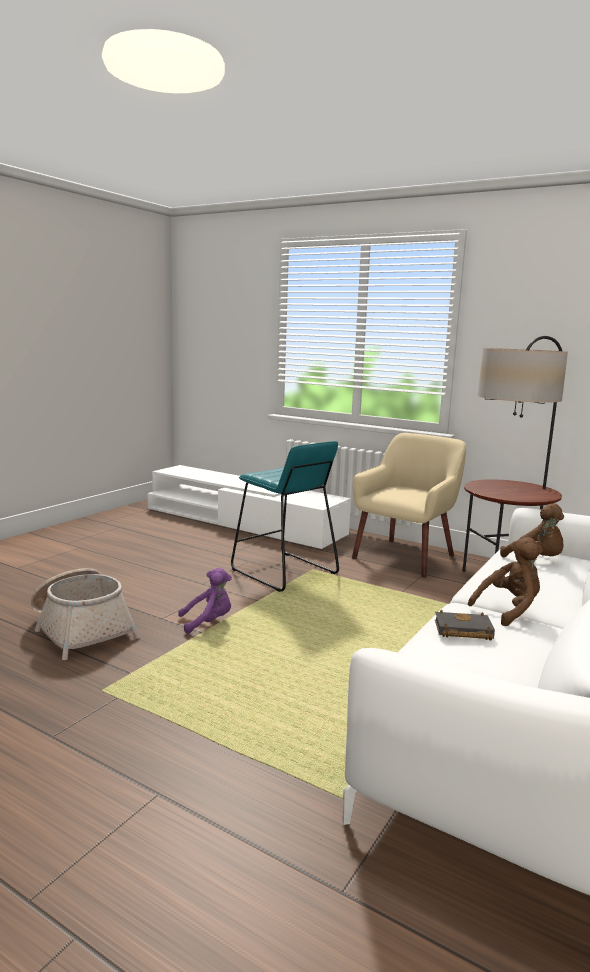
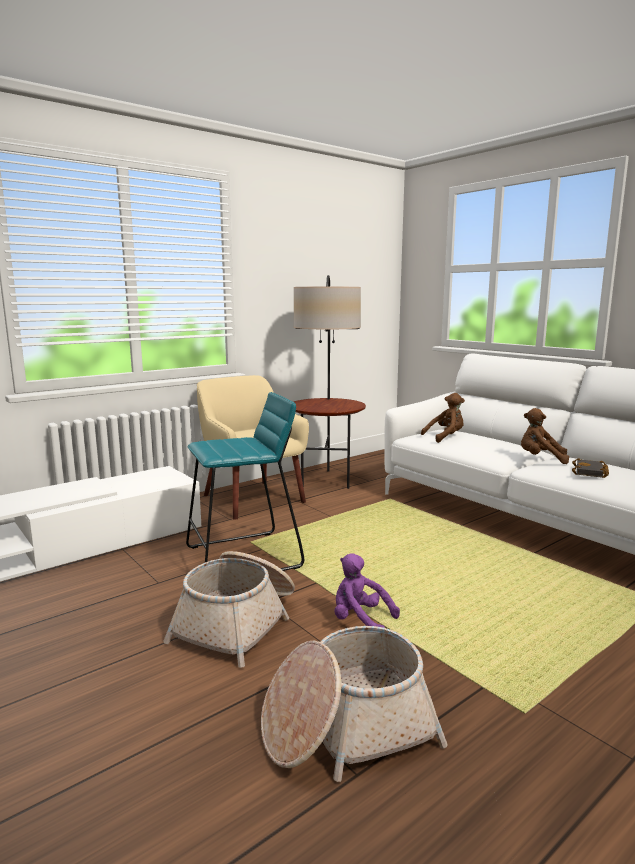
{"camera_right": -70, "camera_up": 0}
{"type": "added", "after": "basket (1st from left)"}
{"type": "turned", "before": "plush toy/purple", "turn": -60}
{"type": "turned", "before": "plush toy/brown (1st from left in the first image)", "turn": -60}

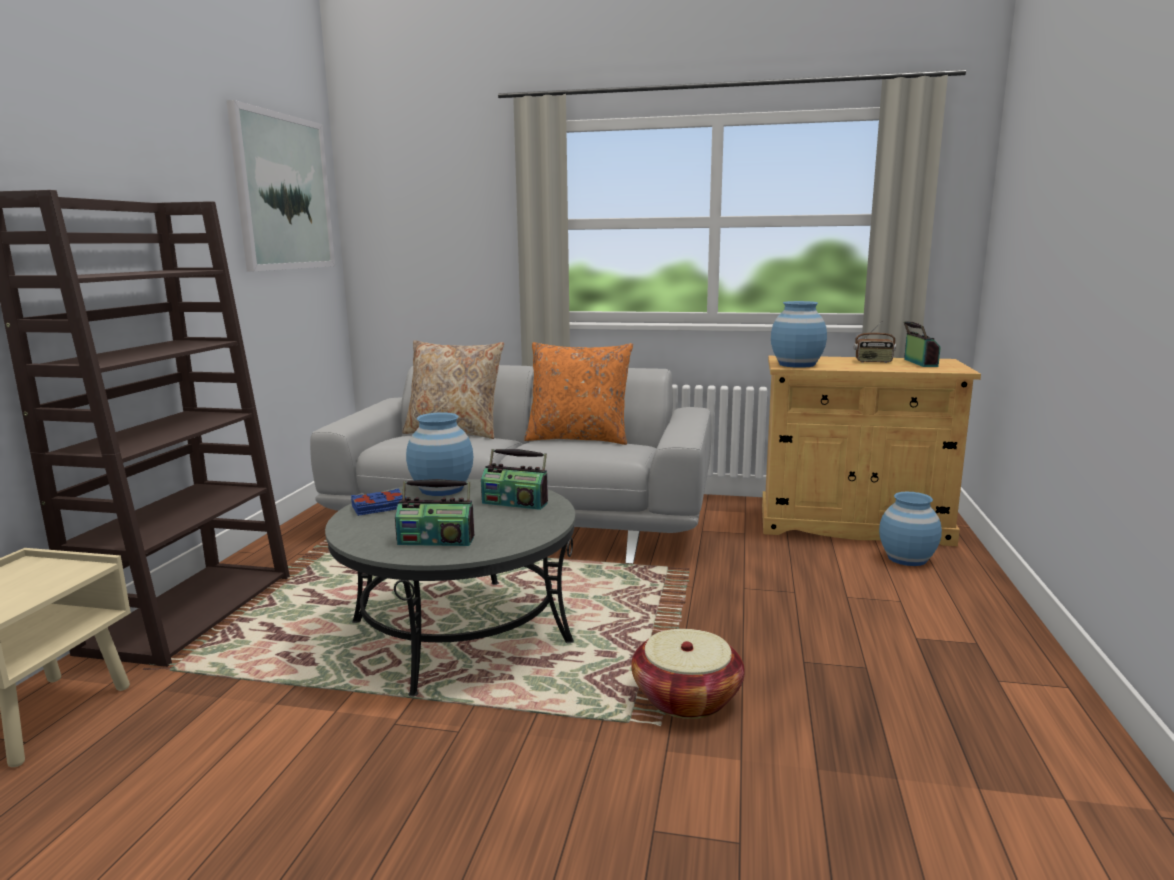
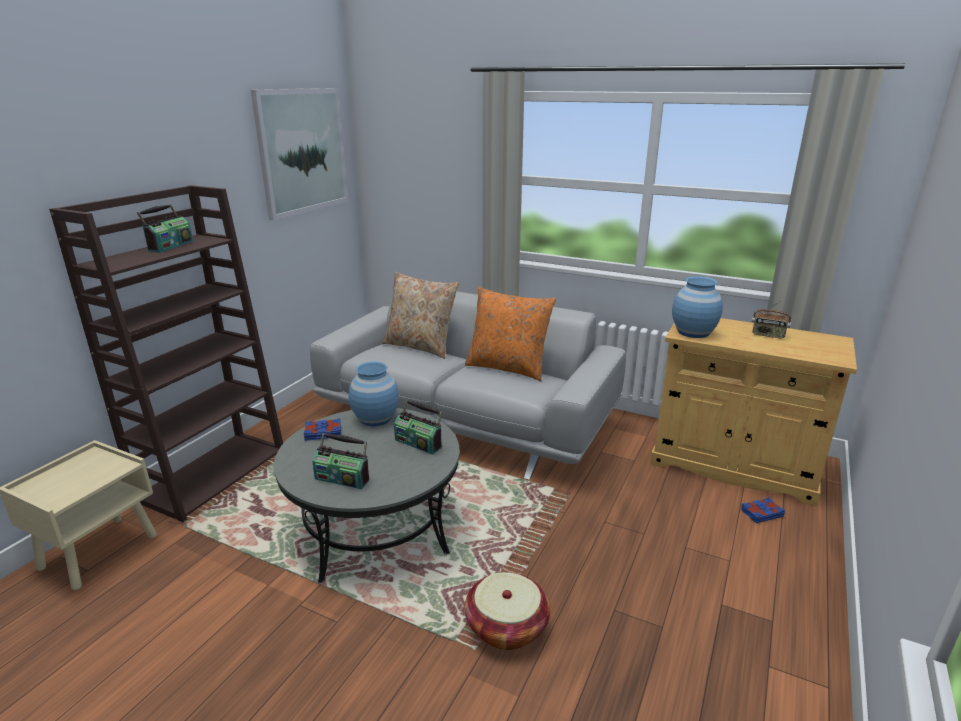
{"camera_right": 15, "camera_up": 10}
{"type": "moved", "before": "radio (4th from left in the first image)", "after": "radio (1st from left)"}
{"type": "replaced", "before": "vase/blue (3rd from left)", "after": "book/blue (2nd from left)"}

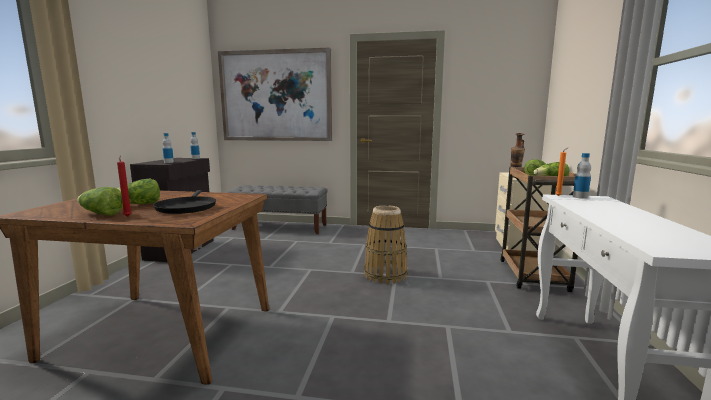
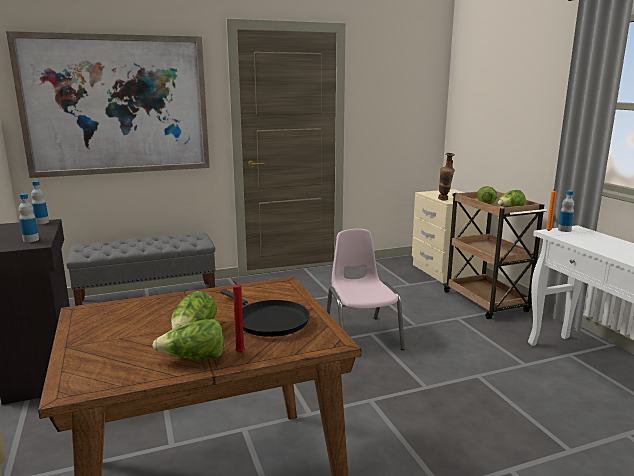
{"camera_right": -30, "camera_up": 5}
{"type": "replaced", "before": "basket", "after": "chair/pink"}

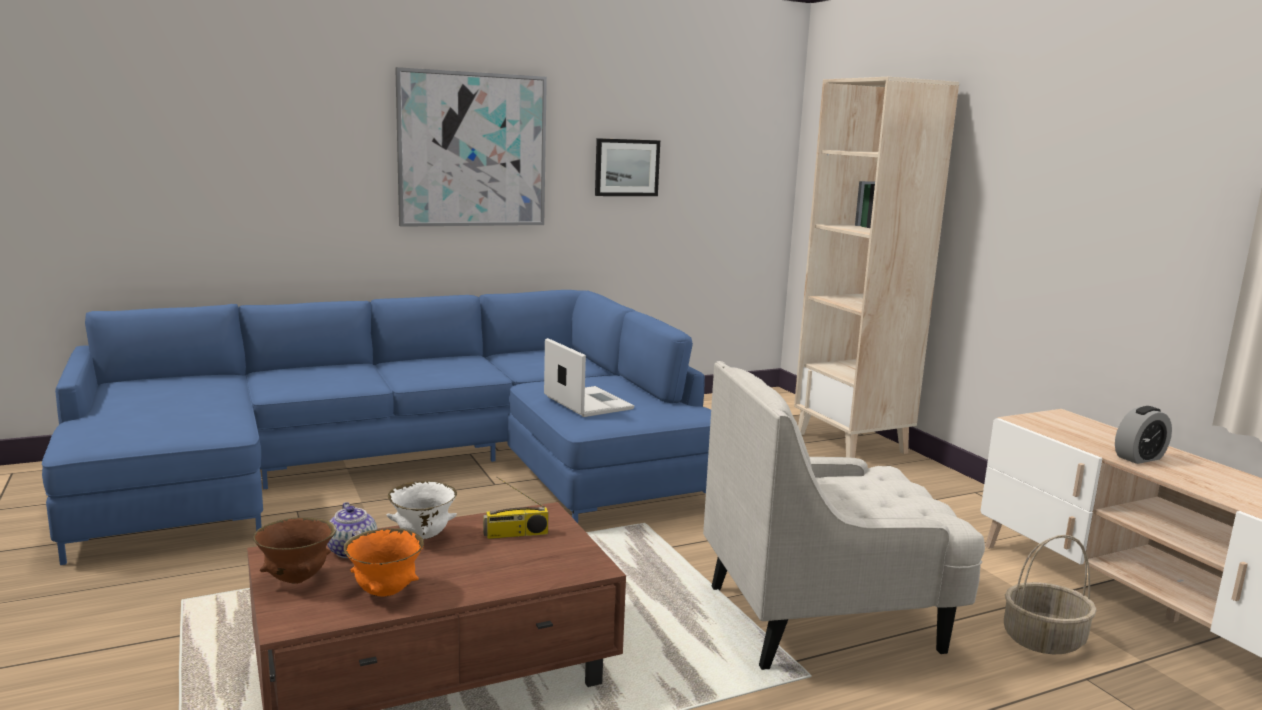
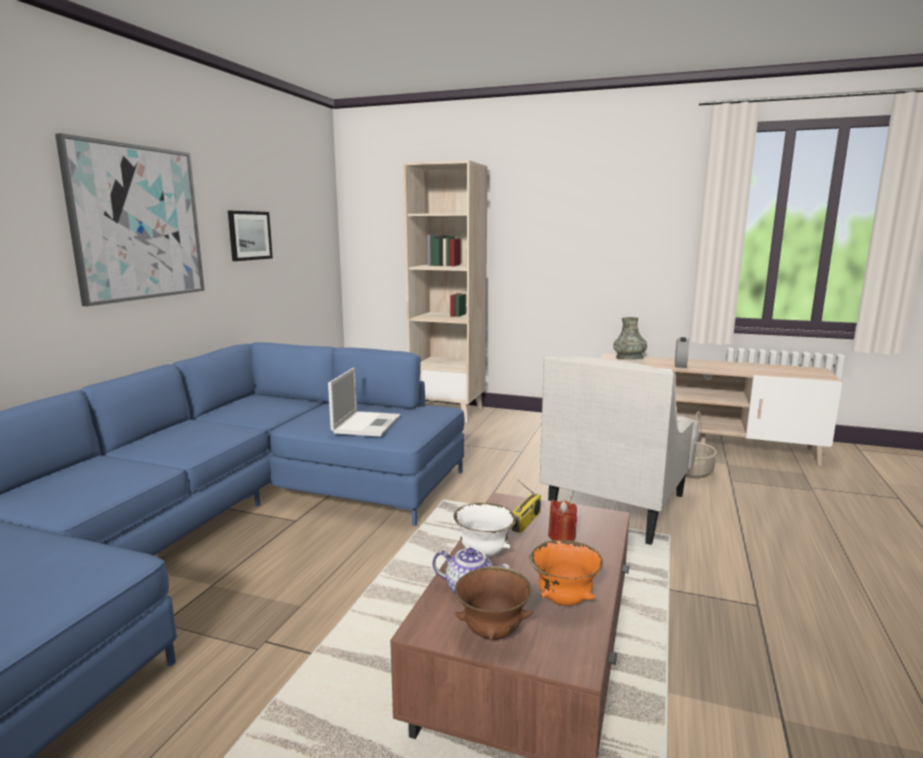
{"camera_right": -45, "camera_up": 0}
{"type": "turned", "before": "laptop", "turn": 90}
{"type": "added", "after": "candle/red"}
{"type": "added", "after": "vase/grey"}

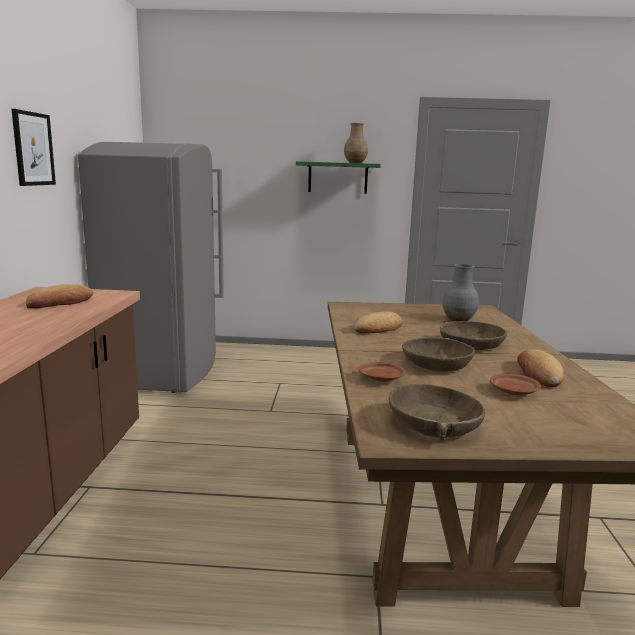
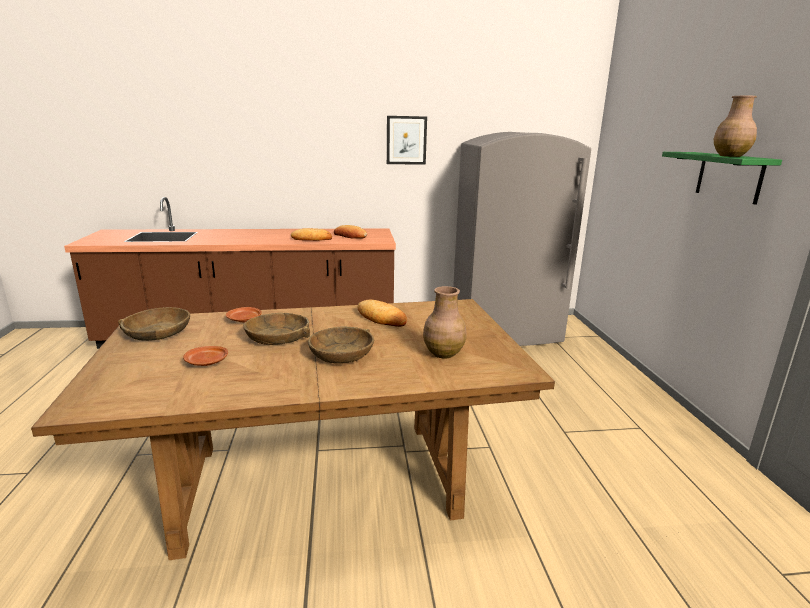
{"camera_right": 80, "camera_up": 5}
{"type": "moved", "before": "bread (3rd from left in the first image)", "after": "bread (1st from left)"}
{"type": "recoloured", "before": "vase/grey", "after": "vase/brown (1st from left)"}

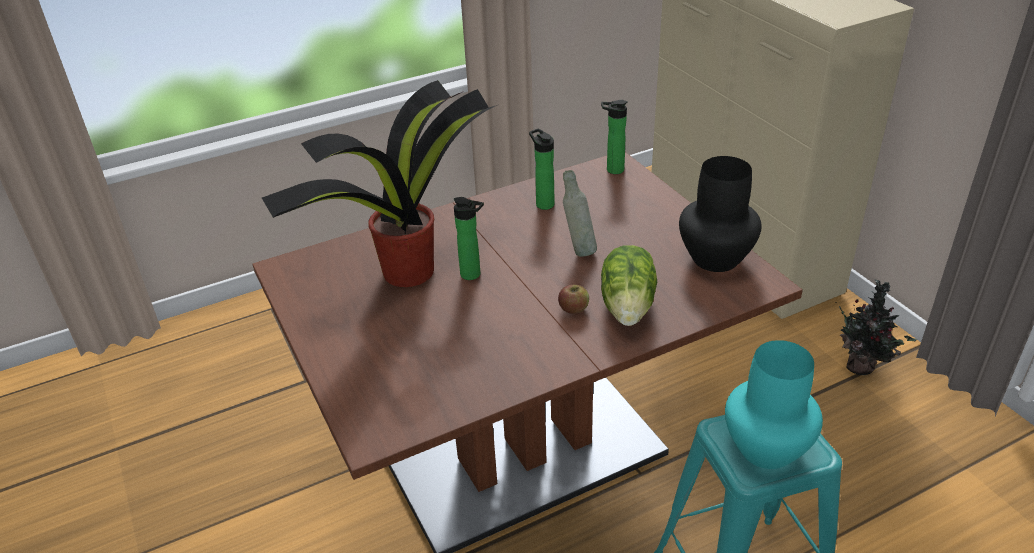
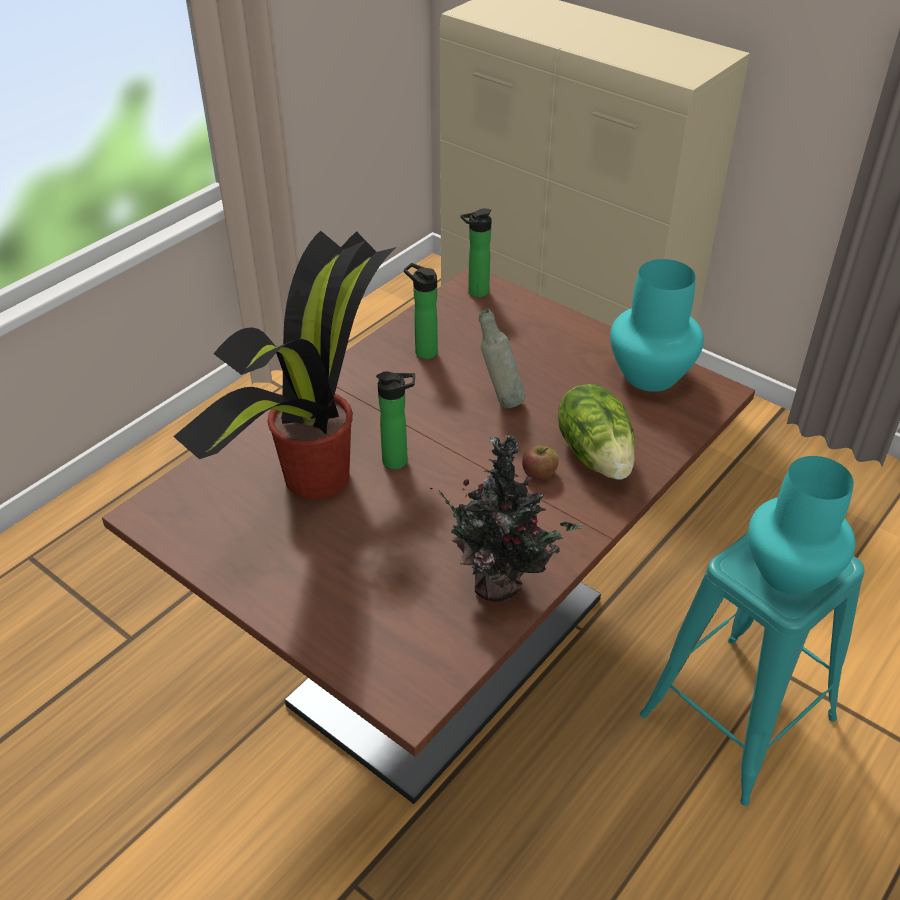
{"camera_right": -25, "camera_up": 5}
{"type": "moved", "before": "potted plant (2nd from left)"}
{"type": "recoloured", "before": "vase/black", "after": "vase/turquoise (1st from left)"}

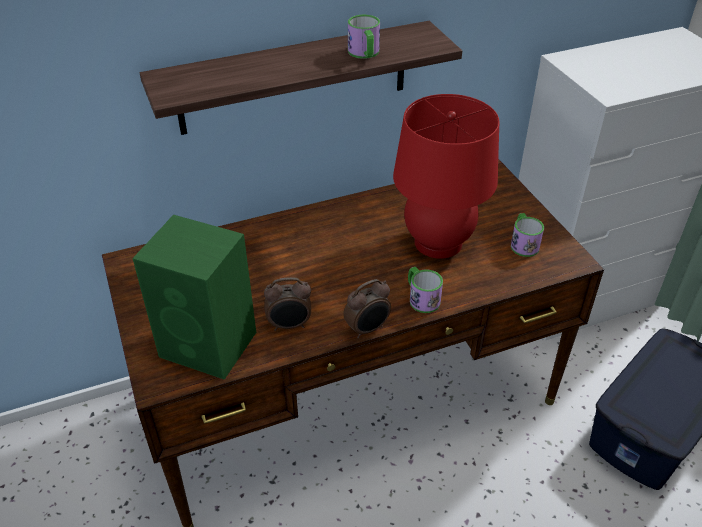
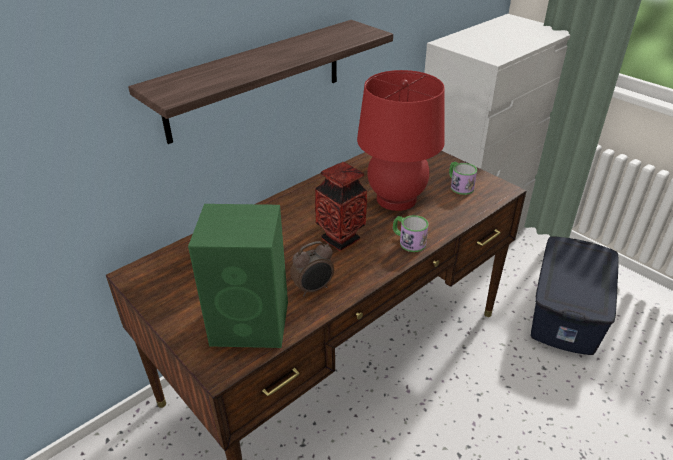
{"camera_right": -20, "camera_up": -5}
{"type": "added", "after": "vase"}
{"type": "removed", "before": "alarm clock (2nd from left)"}
{"type": "removed", "before": "mug (1st from left)"}

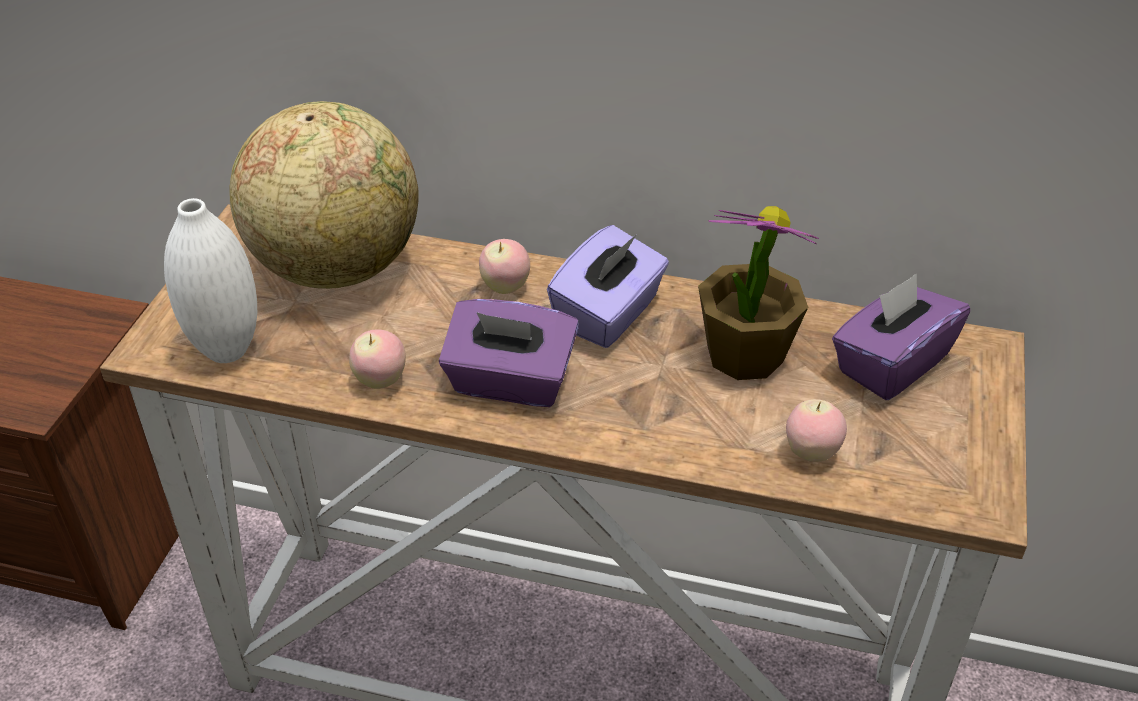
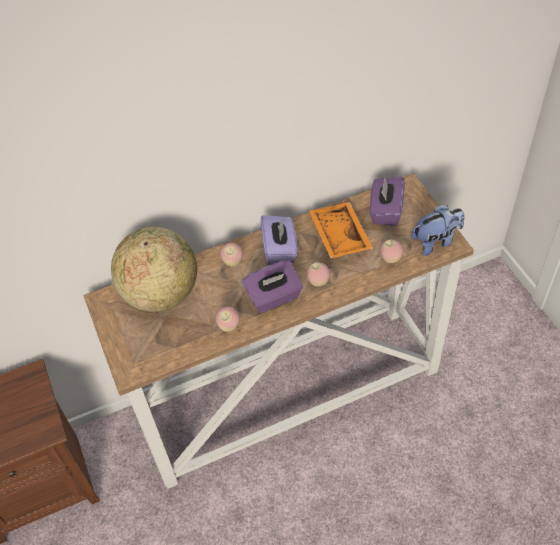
{"camera_right": -35, "camera_up": 10}
{"type": "added", "after": "apple (3rd from left)"}
{"type": "replaced", "before": "potted plant", "after": "tray/orange"}
{"type": "added", "after": "plush toy"}
{"type": "removed", "before": "vase/white"}

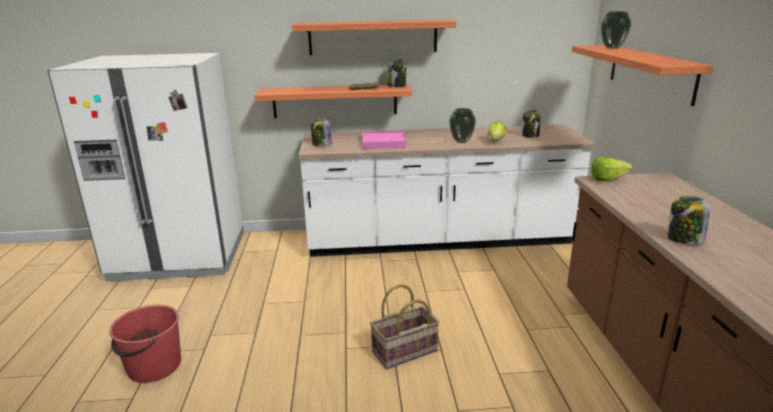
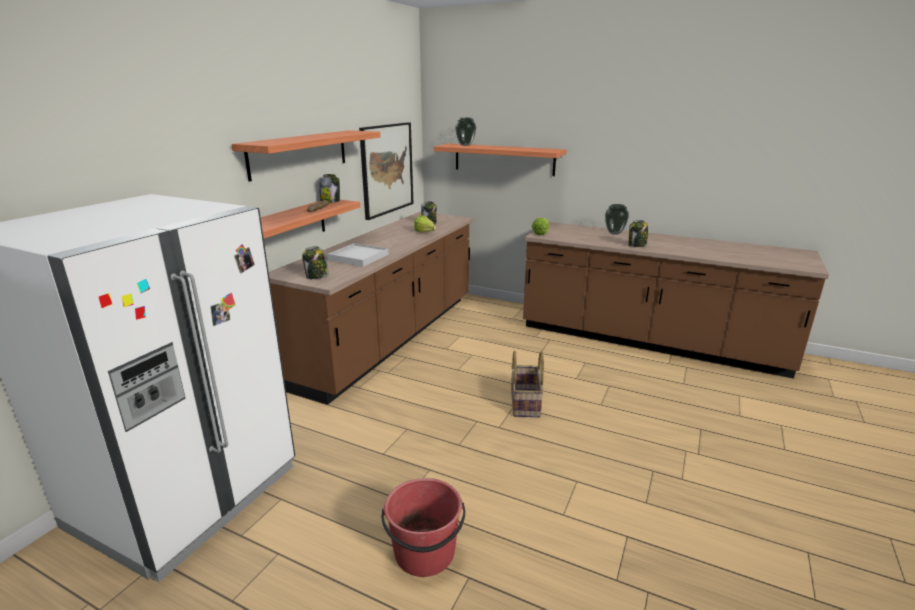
{"camera_right": -60, "camera_up": 0}
{"type": "recoloured", "before": "counter/white", "after": "counter/brown (1st from left)"}
{"type": "recoloured", "before": "tray/pink", "after": "tray/white"}
{"type": "added", "after": "picture"}
{"type": "moved", "before": "vase (1st from left in the first image)", "after": "vase (2nd from left)"}

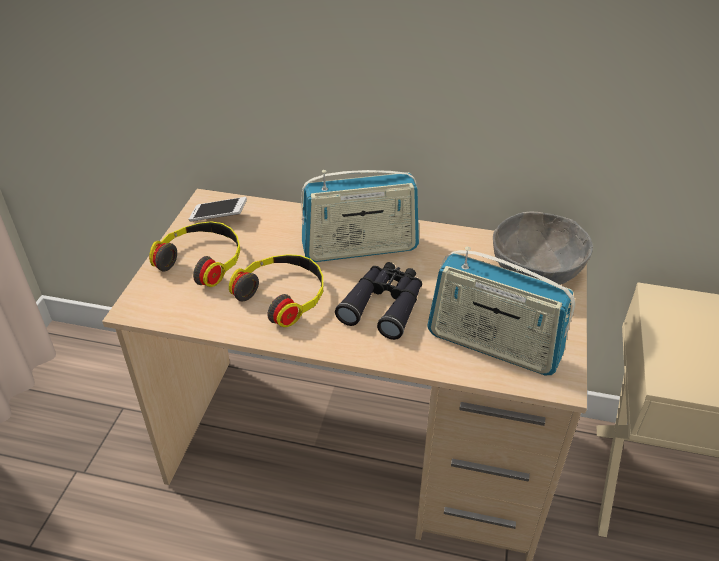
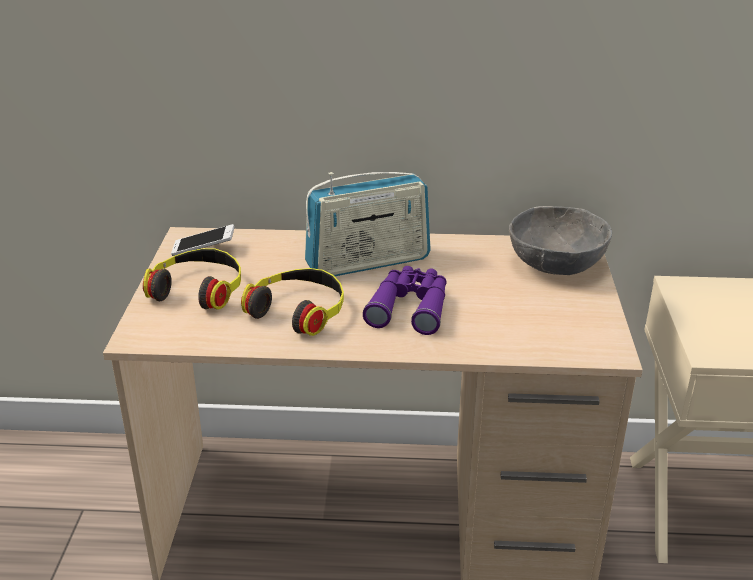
{"camera_right": -10, "camera_up": -10}
{"type": "recoloured", "before": "binoculars/black", "after": "binoculars/purple"}
{"type": "removed", "before": "radio (2nd from left)"}

